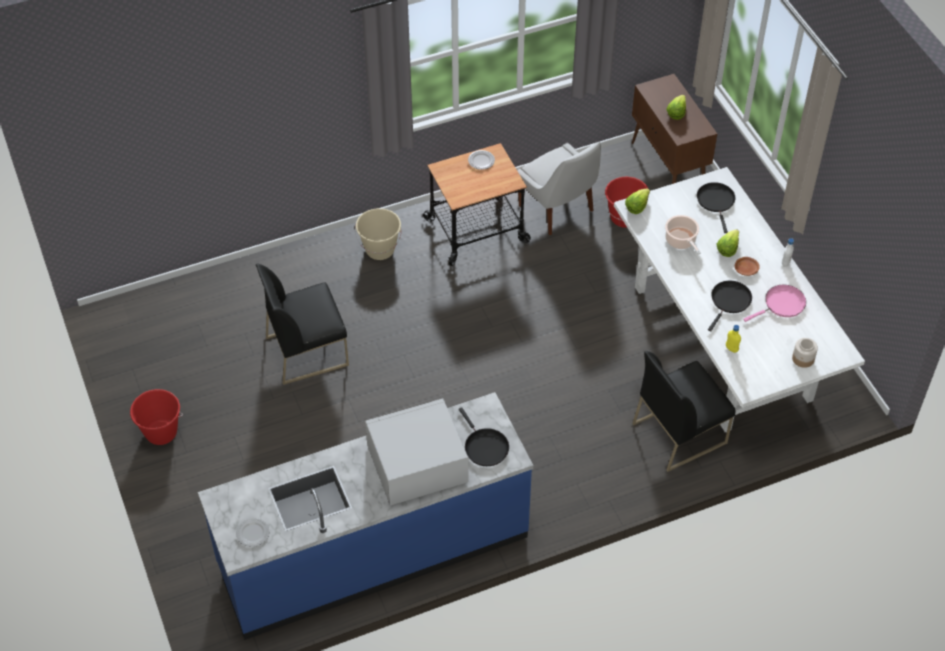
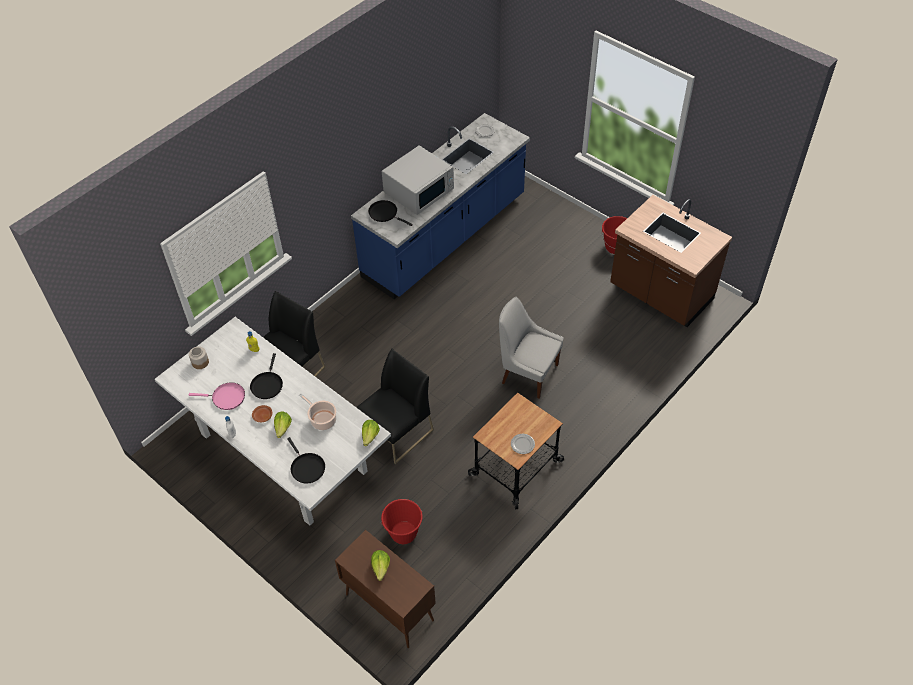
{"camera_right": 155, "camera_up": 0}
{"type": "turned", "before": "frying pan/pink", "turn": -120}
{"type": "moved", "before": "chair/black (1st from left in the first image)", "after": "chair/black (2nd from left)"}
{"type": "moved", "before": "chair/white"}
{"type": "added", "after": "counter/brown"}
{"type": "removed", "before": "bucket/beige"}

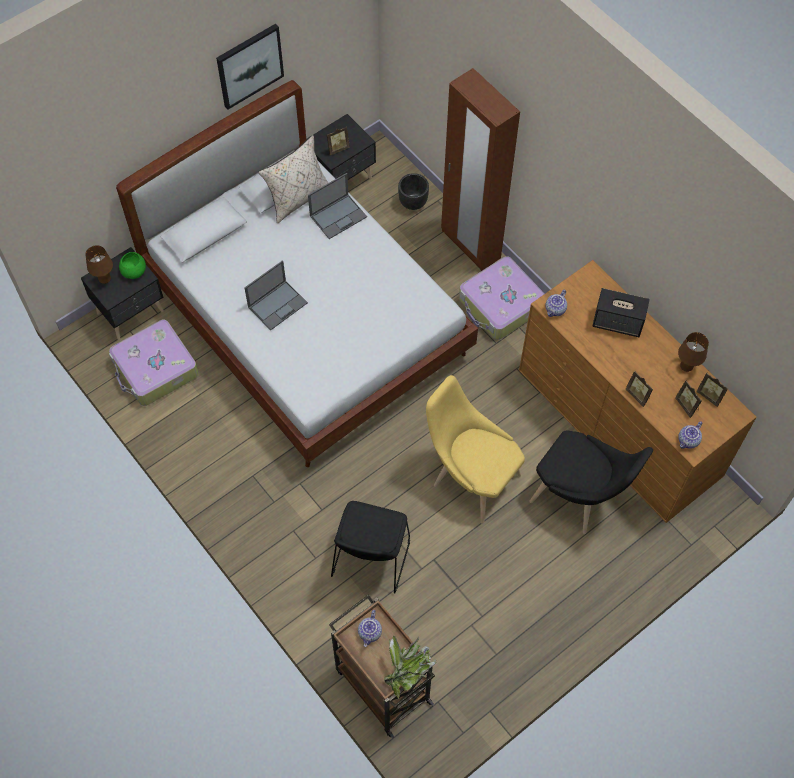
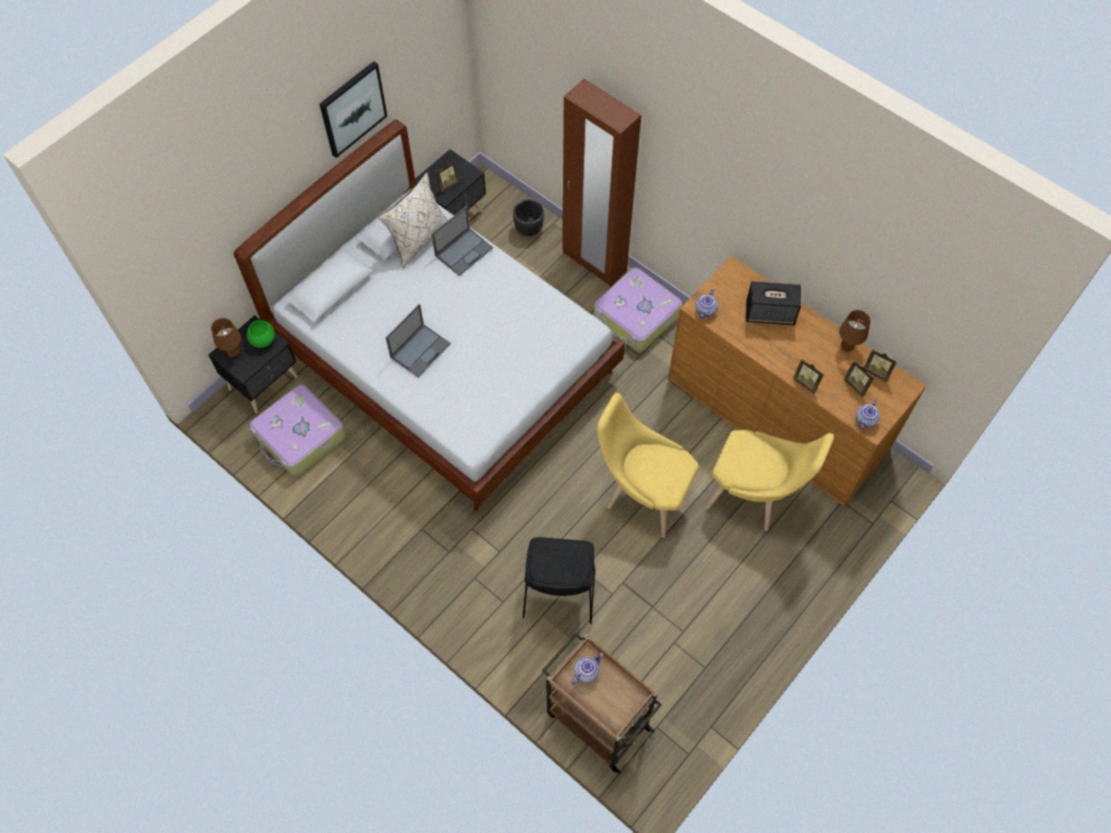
{"camera_right": -10, "camera_up": 0}
{"type": "turned", "before": "teapot (1st from left)", "turn": -135}
{"type": "recoloured", "before": "chair/black (2nd from left)", "after": "chair/yellow (2nd from left)"}
{"type": "removed", "before": "potted plant"}

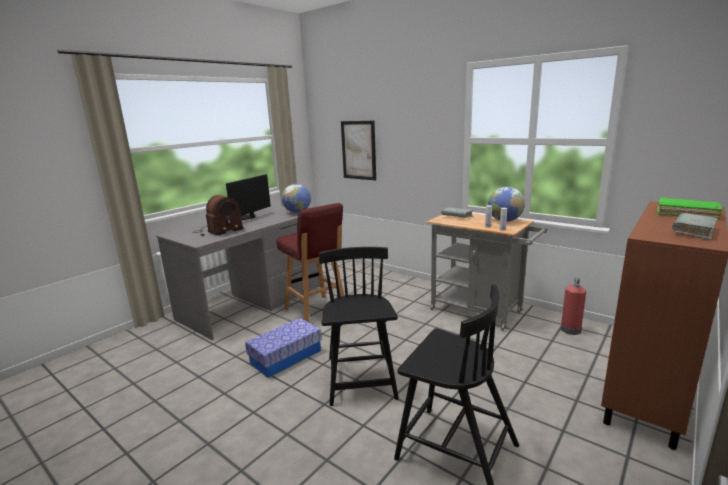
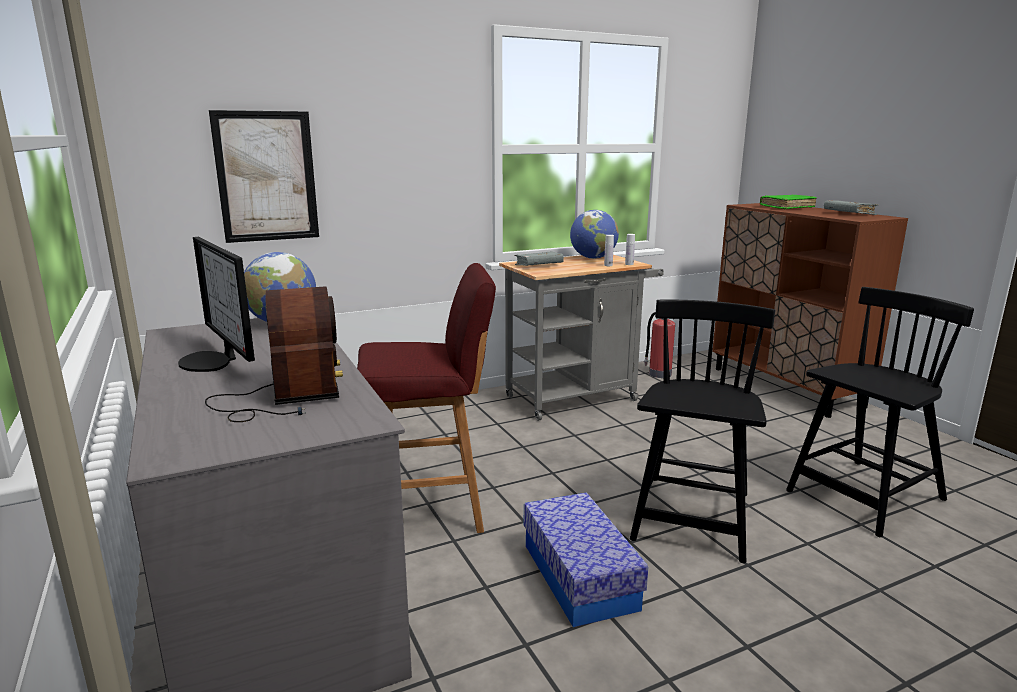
{"camera_right": -65, "camera_up": 0}
{"type": "turned", "before": "chair/black (1st from left)", "turn": 90}

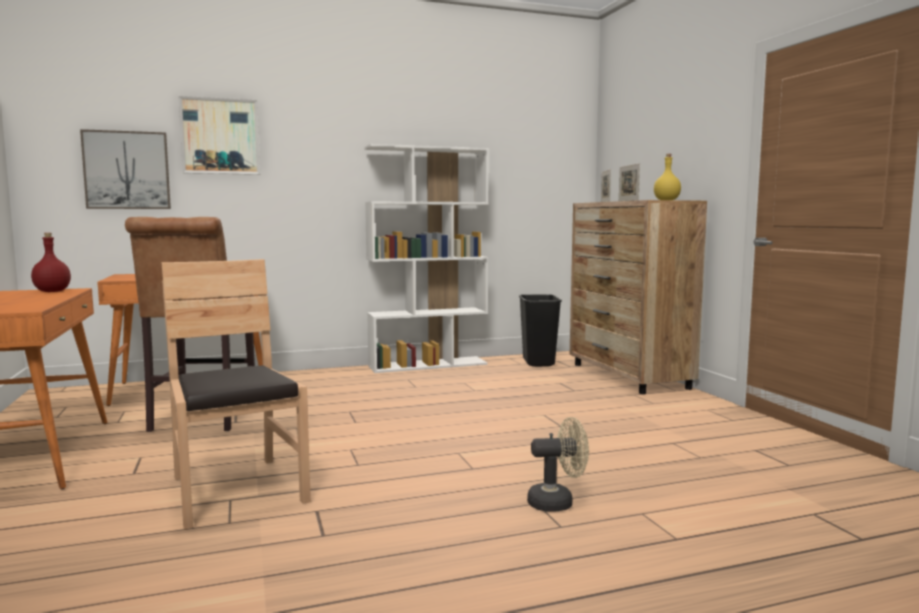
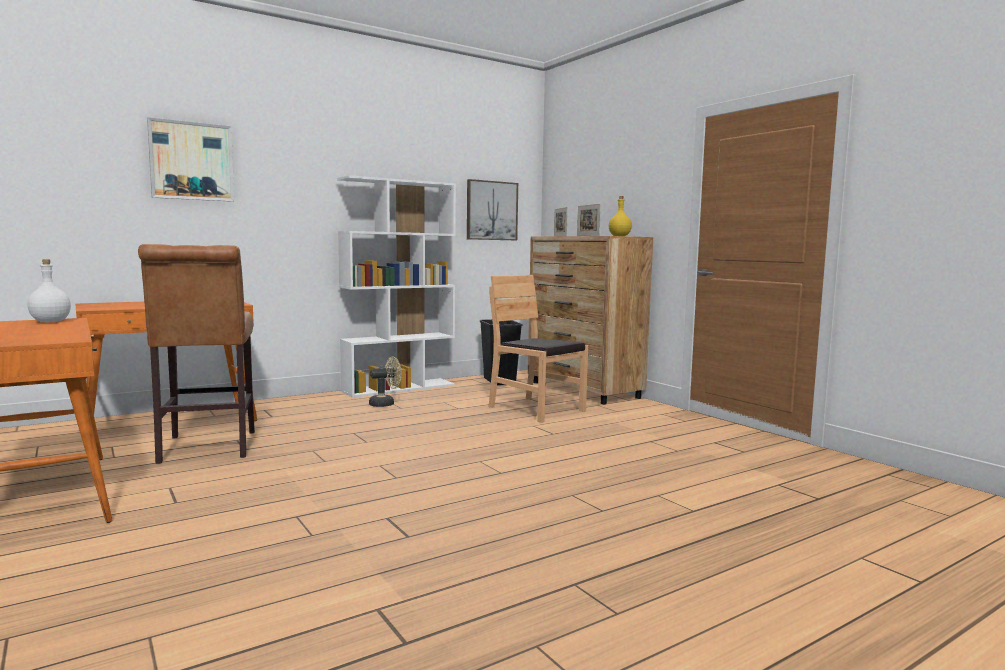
{"camera_right": -15, "camera_up": 0}
{"type": "recoloured", "before": "bottle/red", "after": "bottle/white"}
{"type": "moved", "before": "fan/beige"}
{"type": "moved", "before": "picture (1st from left in the first image)", "after": "picture (2nd from left)"}
{"type": "moved", "before": "chair/brown"}

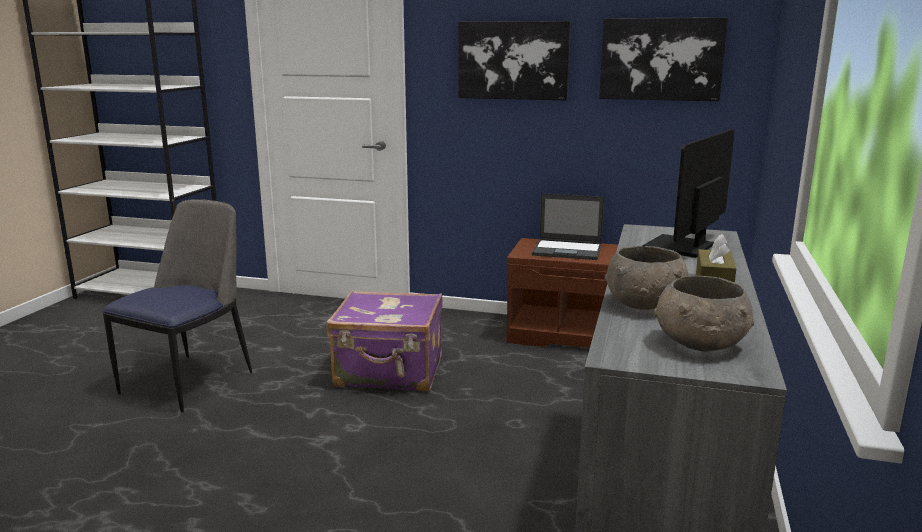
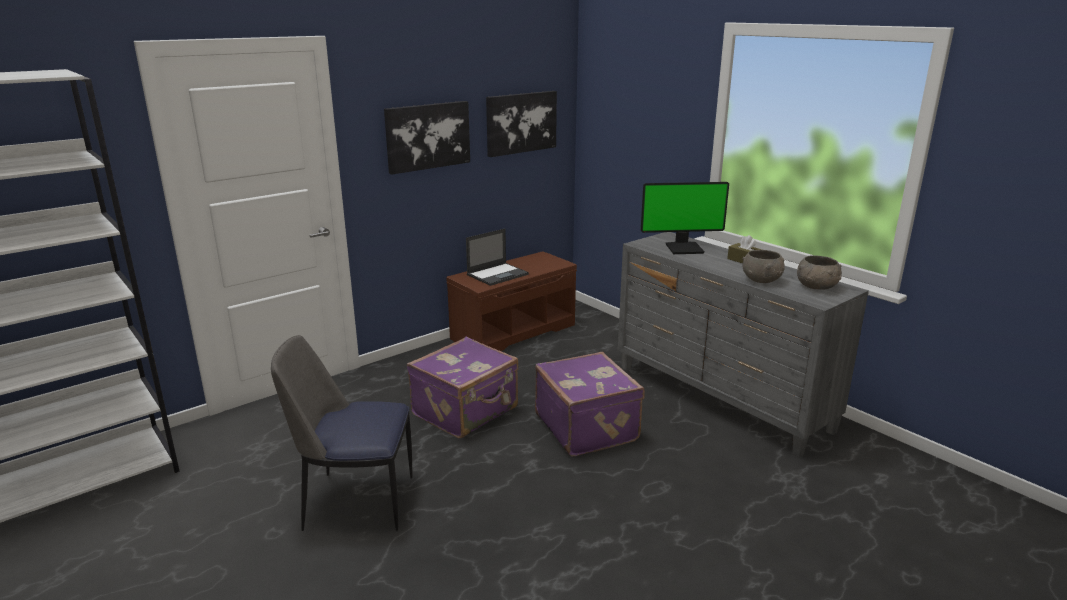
{"camera_right": -55, "camera_up": 5}
{"type": "turned", "before": "chair", "turn": -60}
{"type": "added", "after": "suitcase/purple (2nd from left)"}
{"type": "turned", "before": "monitor", "turn": -75}

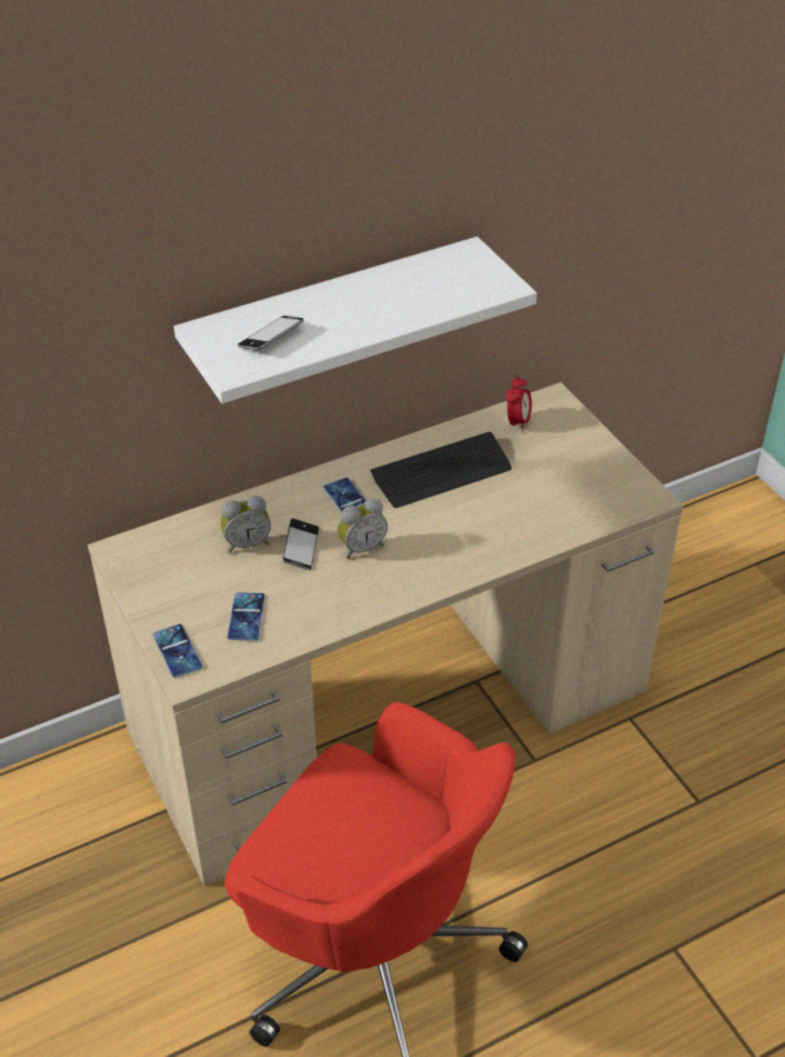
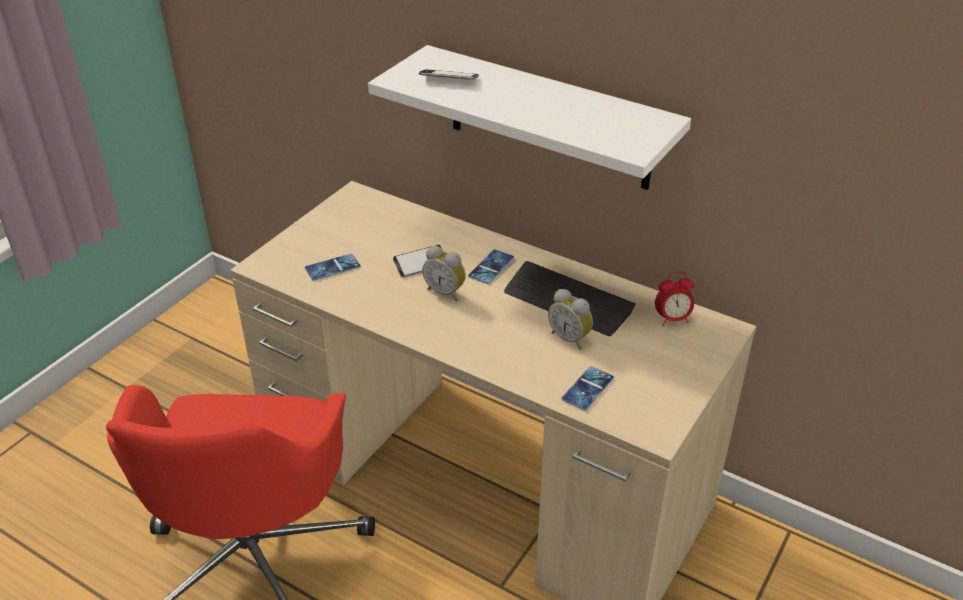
{"camera_right": 60, "camera_up": -5}
{"type": "moved", "before": "alarm clock (1st from left in the first image)", "after": "alarm clock (2nd from left)"}
{"type": "moved", "before": "phone (1st from left in the first image)", "after": "phone (5th from left)"}

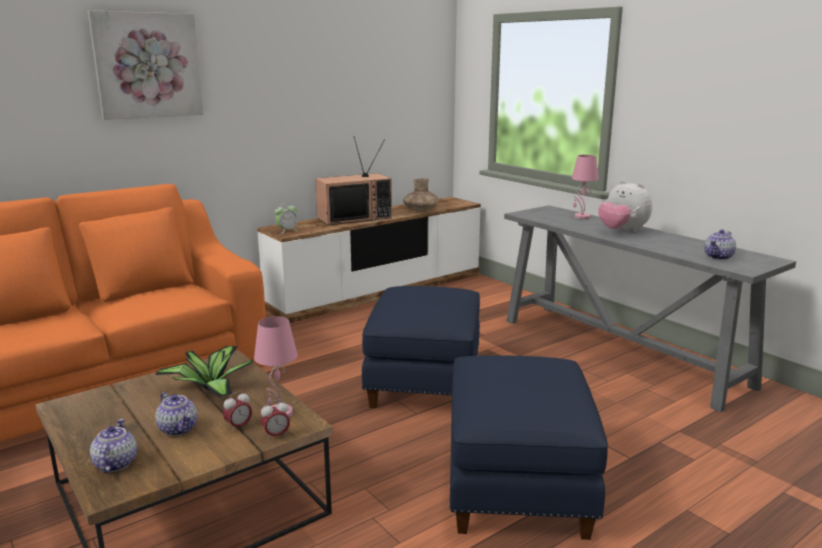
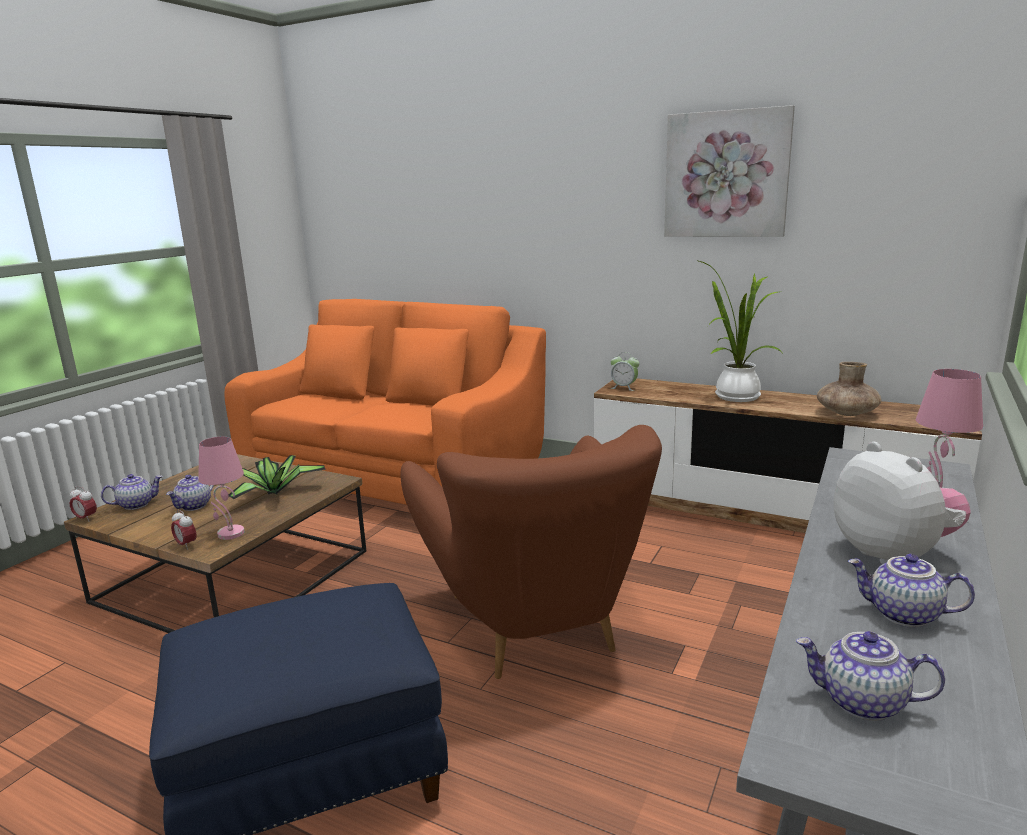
{"camera_right": 65, "camera_up": 0}
{"type": "moved", "before": "alarm clock (1st from left)"}
{"type": "replaced", "before": "ottoman/blue (1st from left)", "after": "armchair/brown"}
{"type": "moved", "before": "picture"}
{"type": "replaced", "before": "television", "after": "potted plant (2nd from left)"}
{"type": "turned", "before": "plush toy", "turn": 135}
{"type": "added", "after": "teapot (4th from left)"}

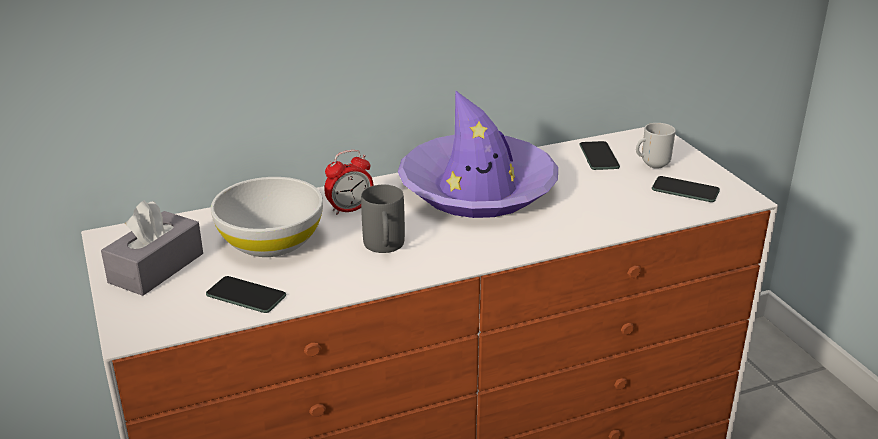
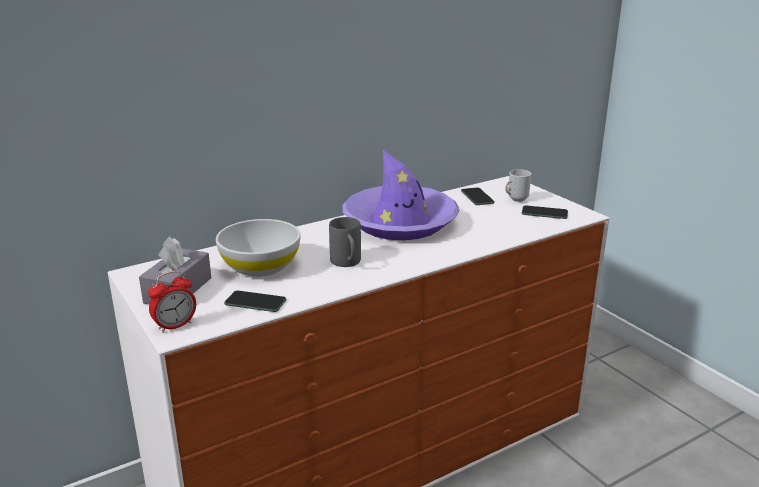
{"camera_right": -10, "camera_up": -5}
{"type": "moved", "before": "alarm clock"}

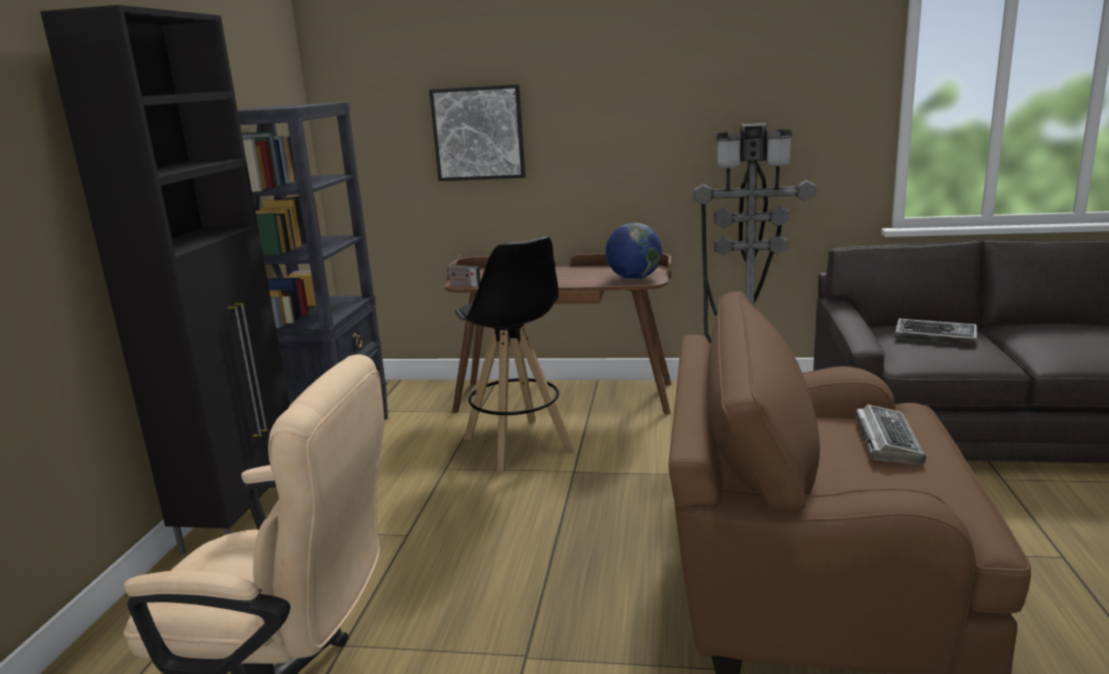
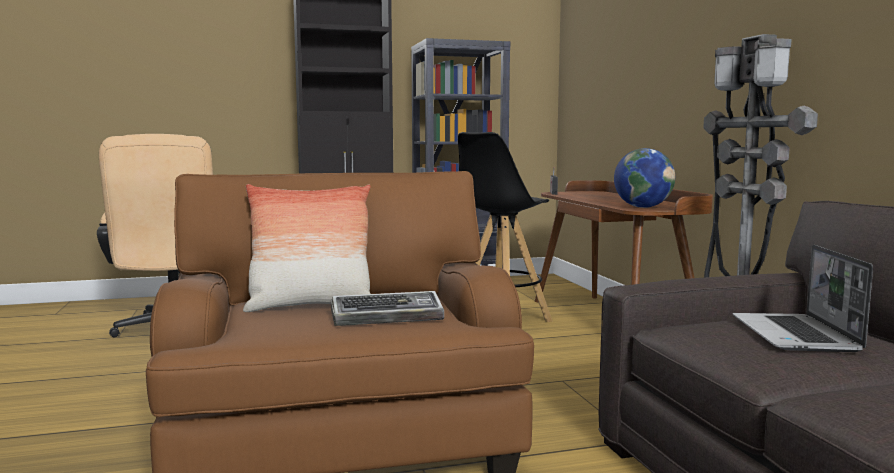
{"camera_right": 65, "camera_up": -10}
{"type": "added", "after": "pillow"}
{"type": "replaced", "before": "keyboard (2nd from left)", "after": "laptop"}
{"type": "removed", "before": "picture"}

